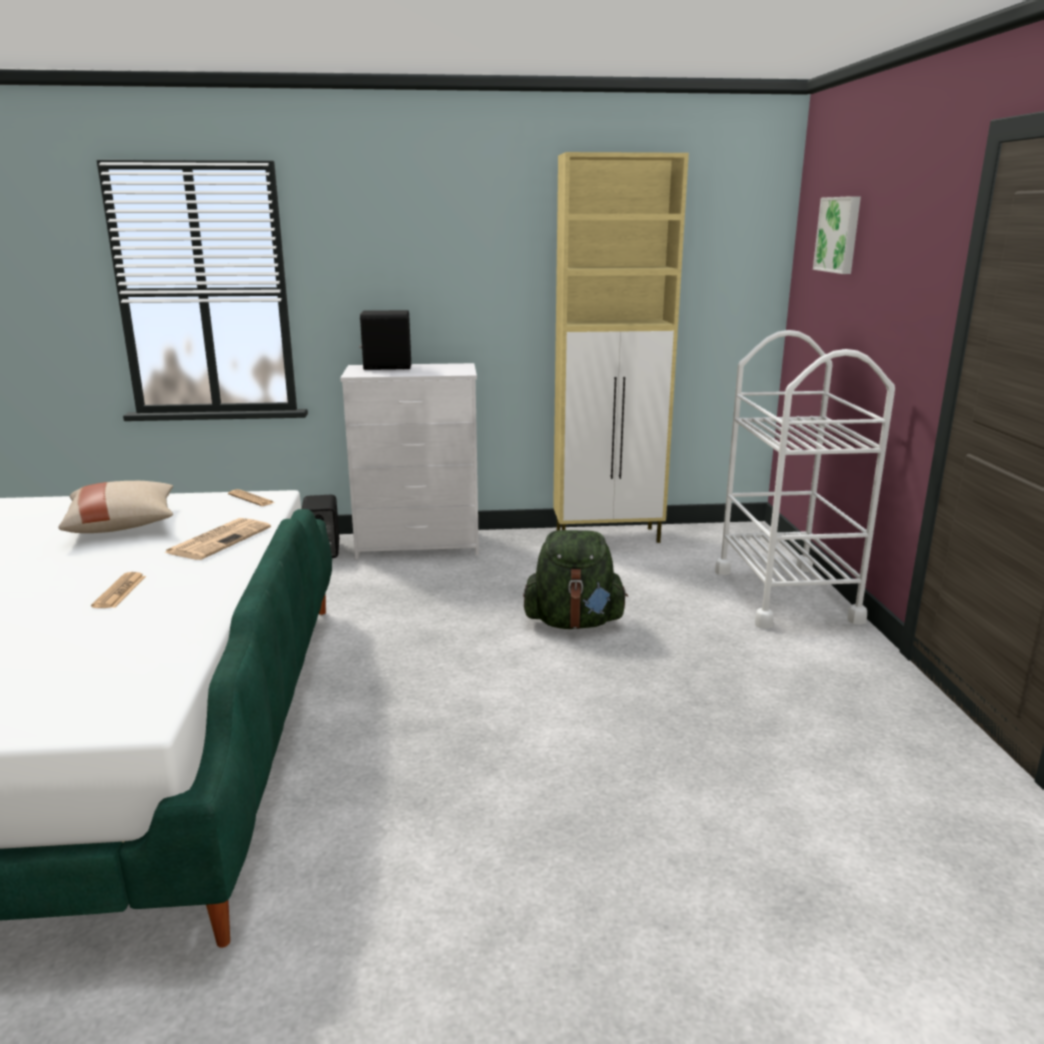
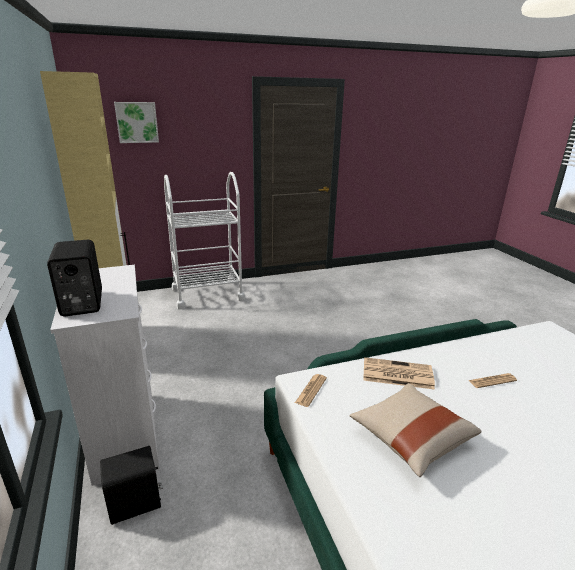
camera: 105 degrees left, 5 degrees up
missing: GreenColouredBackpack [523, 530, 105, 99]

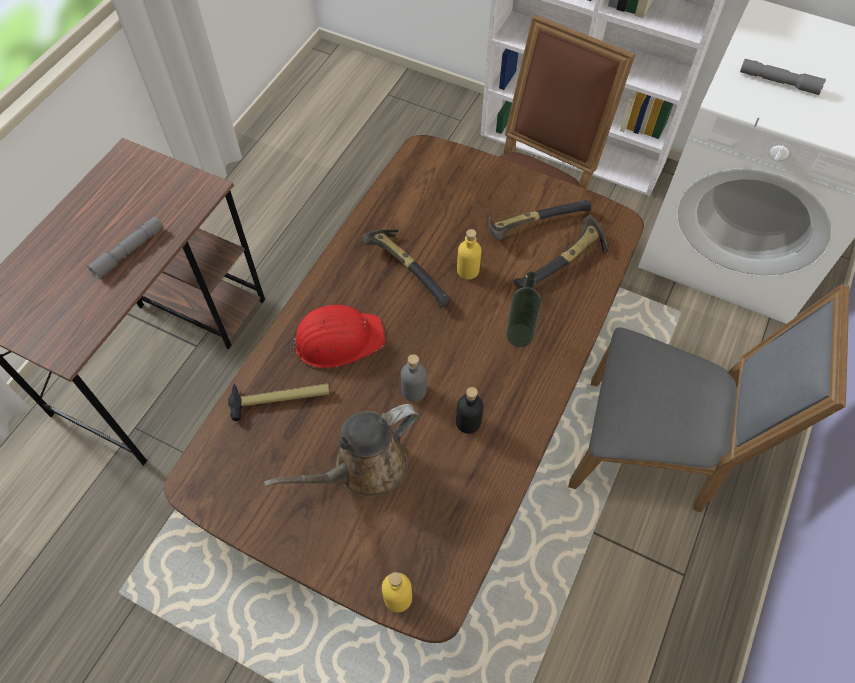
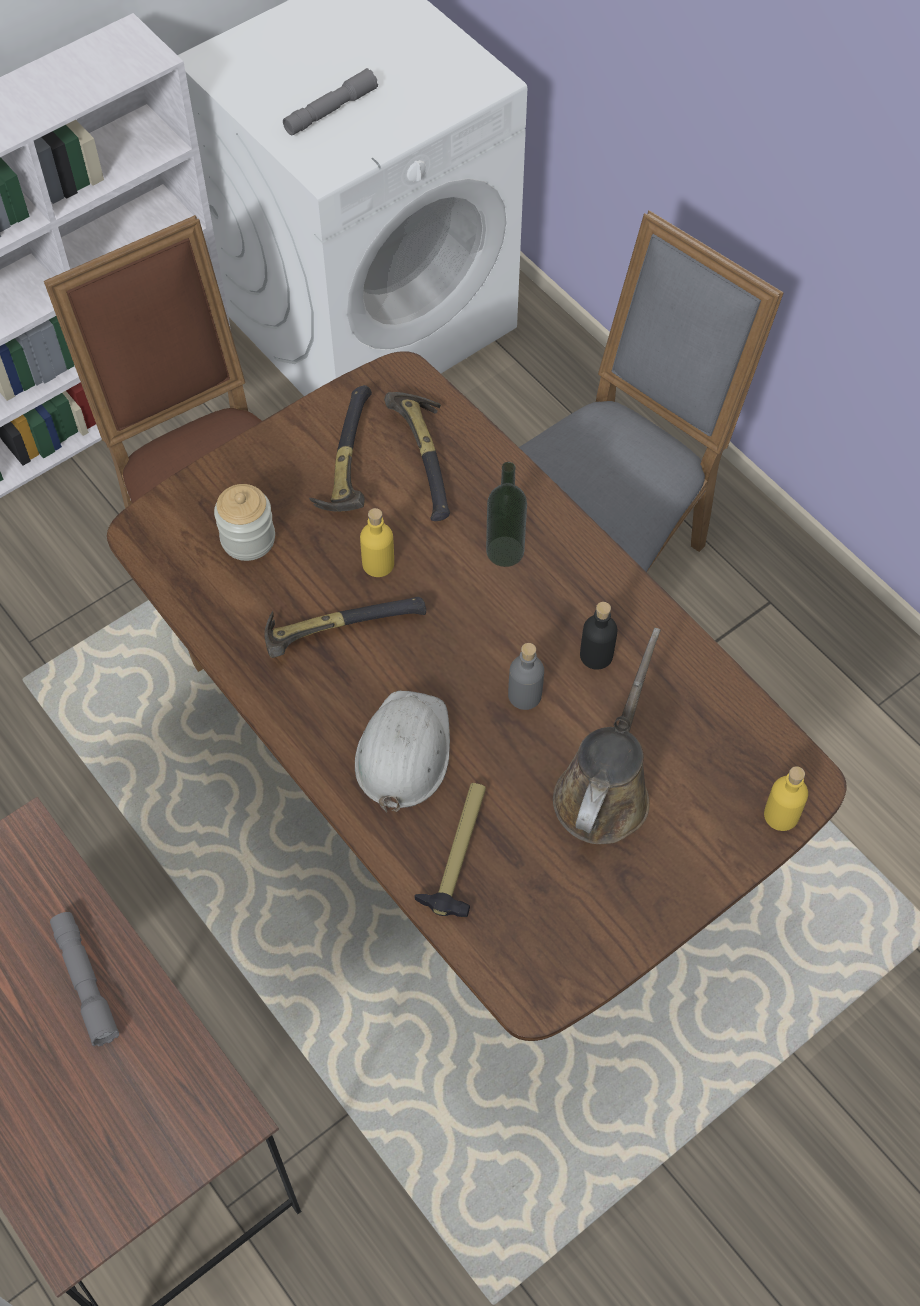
camera: 65 degrees left, 0 degrees up
appeared: StorageJar [214, 484, 61, 77]
colour: RedColouredWorkHelmet [288, 305, 97, 63] to WhiteColouredWorkHelmet [354, 691, 96, 122]
spun: BrownColouredWateringPot [263, 404, 155, 93] = [553, 628, 108, 216] 150 degrees counterclockwise

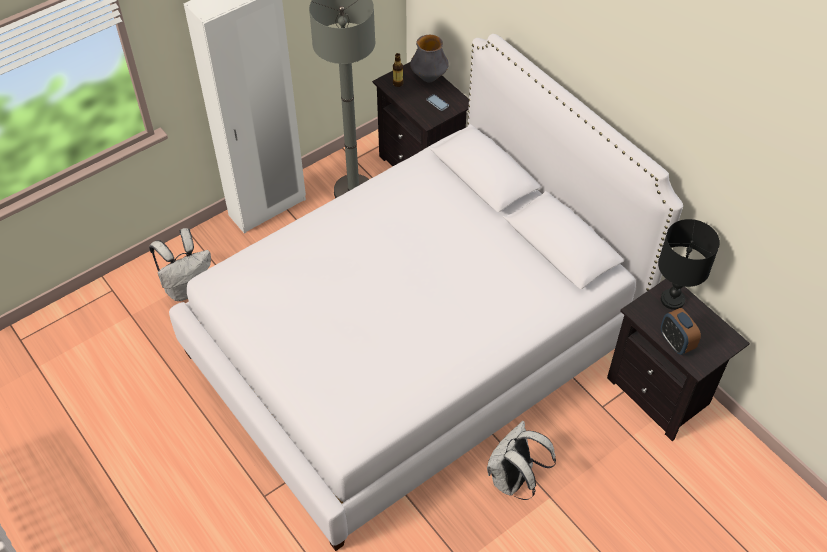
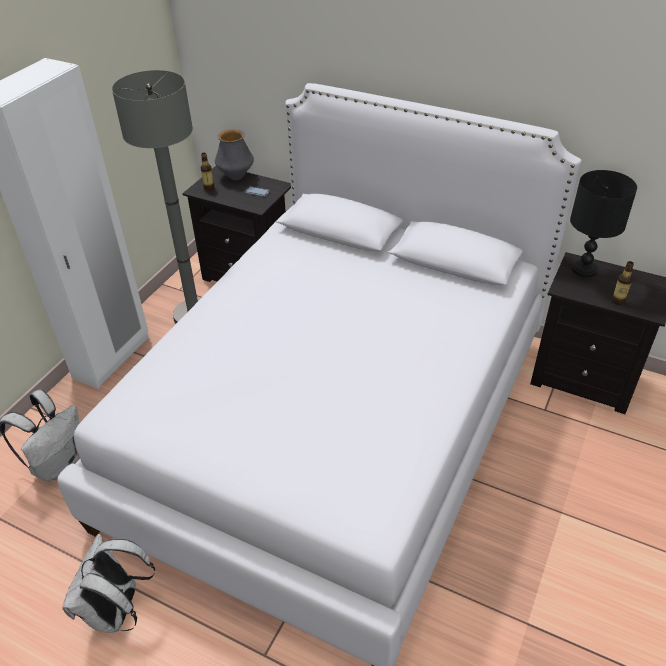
camera: 25 degrees left, 10 degrees down
relocated: WhiteColouredBackpack [487, 421, 69, 79] to [62, 534, 93, 99]
exchanged: BedsideClock [661, 308, 40, 47] to DrinkBottle [611, 261, 23, 44]

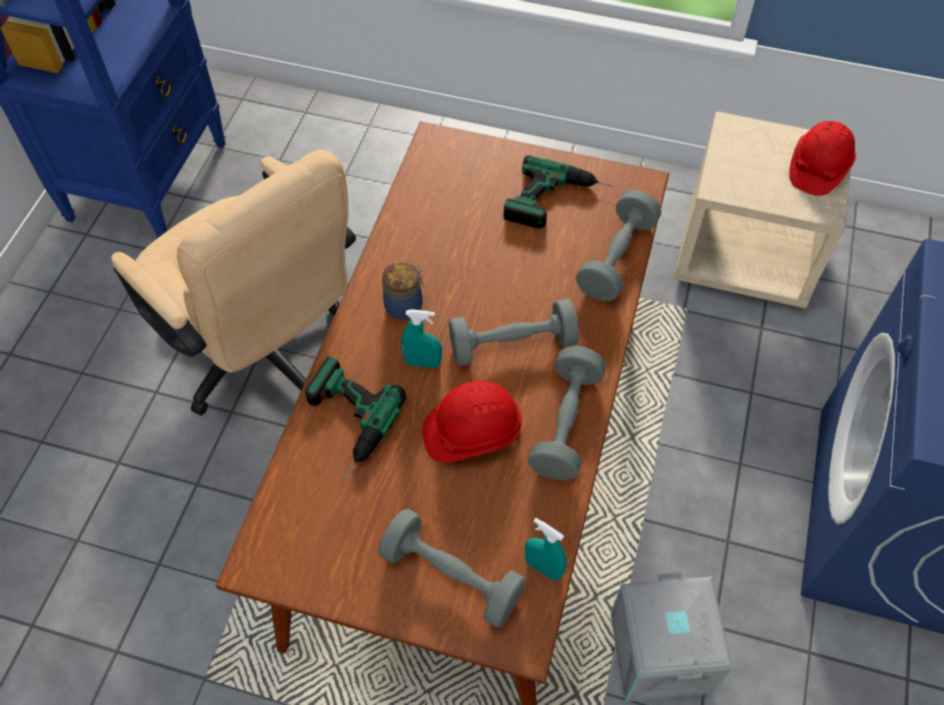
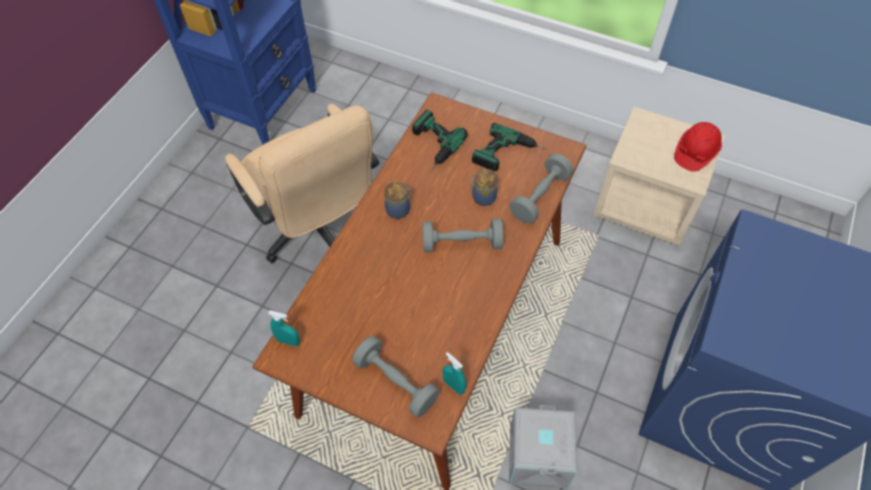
camera: 10 degrees right, 0 degrees up
missing: RedColouredWorkHelmet [423, 381, 99, 82]; GreyFreeWeight [528, 346, 78, 134]
appeared: StorageJar [470, 169, 28, 37]
relocated: Drill [305, 357, 101, 122] to [412, 110, 56, 61]; TurquoiseColouredHandSprayer [401, 309, 41, 59] to [268, 311, 32, 36]

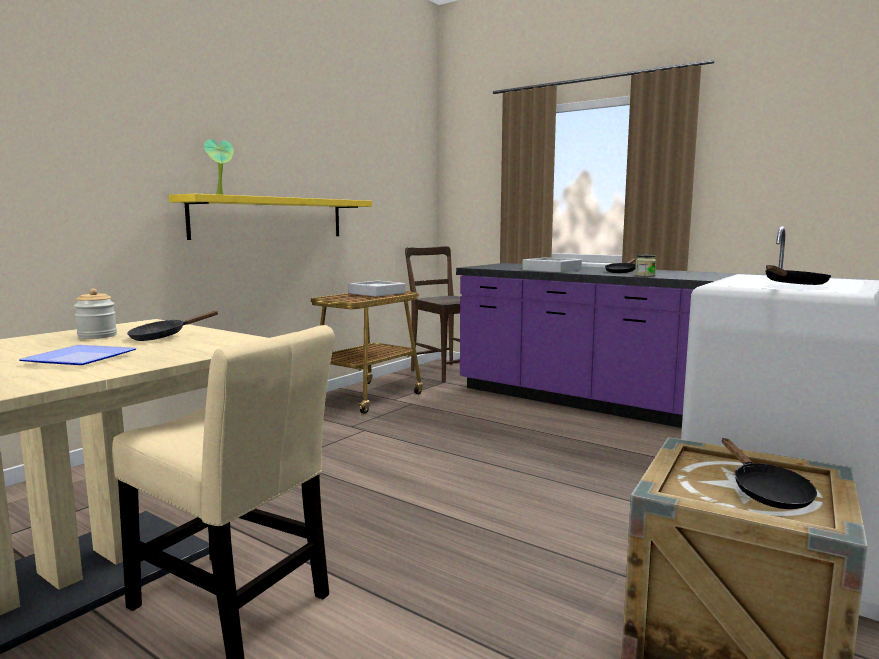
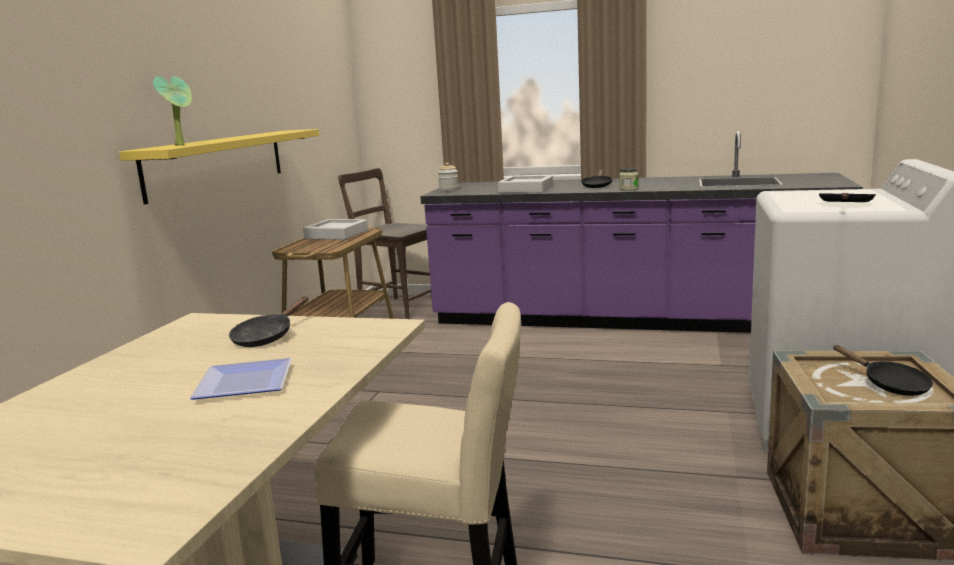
camera: 20 degrees left, 5 degrees up
relocated: StorageJar [74, 288, 43, 51] to [438, 162, 21, 29]

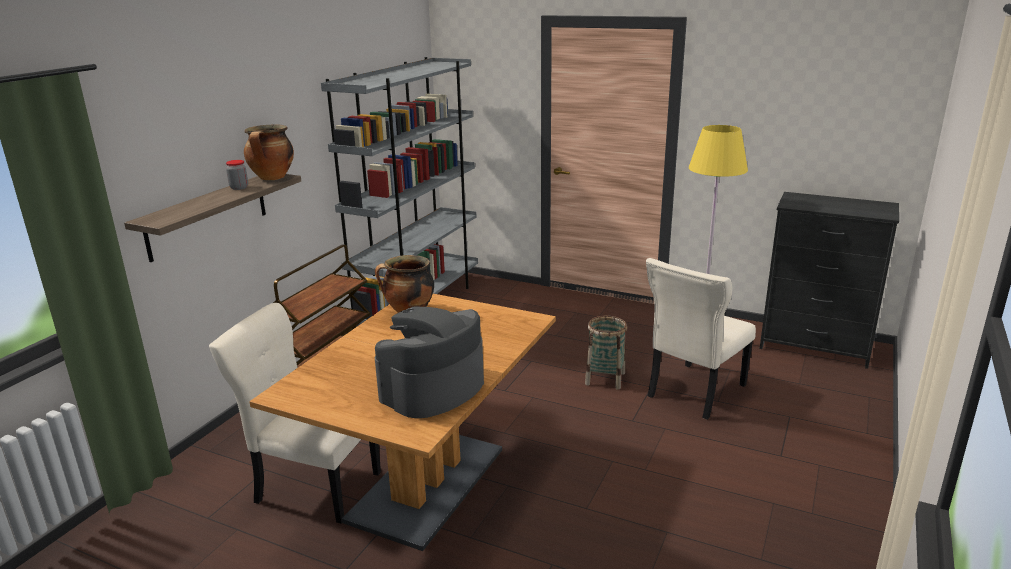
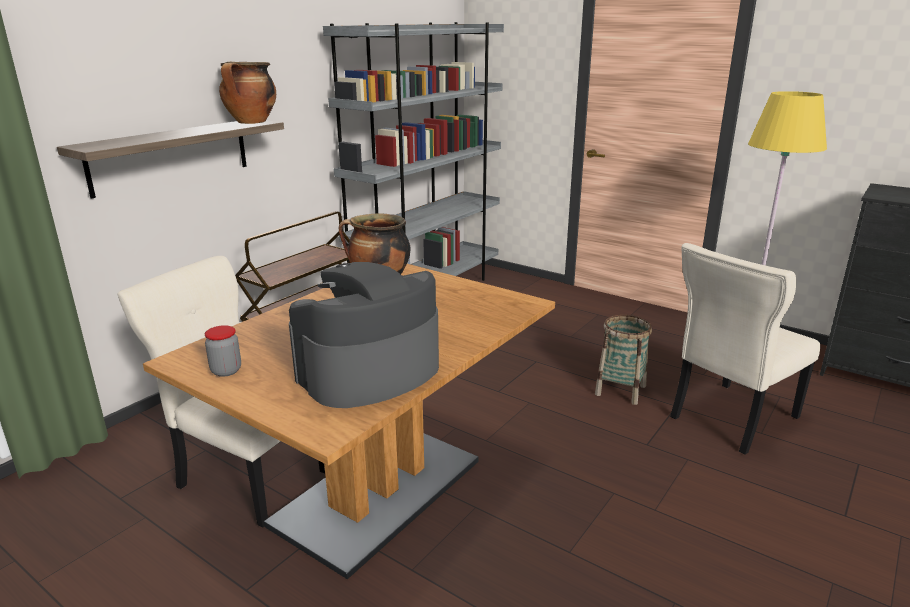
camera: 10 degrees right, 0 degrees up
relocated: StorageJar [226, 160, 22, 30] to [205, 325, 36, 52]

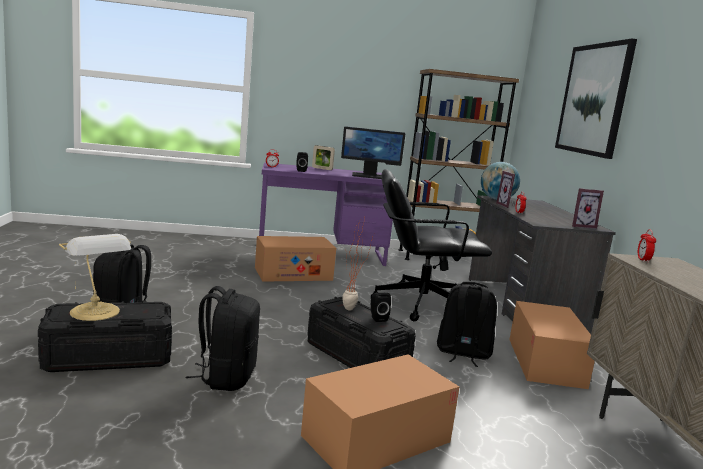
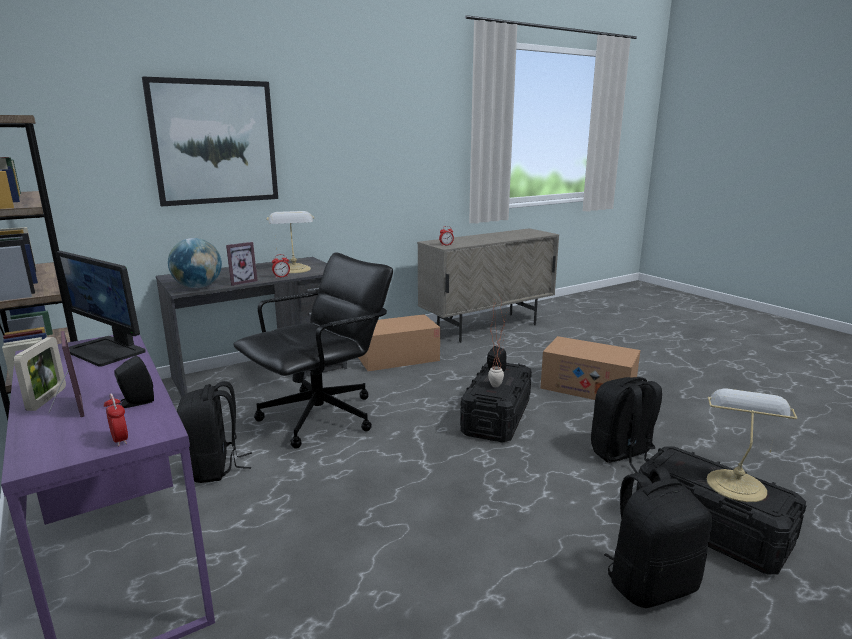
camera: 115 degrees left, 5 degrees up
missing: CardboardBox [255, 236, 81, 46]
appeared: TabletopLamp [266, 211, 48, 62]
relocated: BlackColouredBackpack [437, 281, 60, 86] to [177, 381, 75, 102]; PhotoFrame [572, 188, 32, 41] to [49, 331, 35, 86]
spun: ComputerScreen [341, 126, 64, 53] = [55, 251, 91, 116] 150 degrees clockwise; BlackColouredOfficeChair [371, 169, 121, 152] = [233, 253, 160, 196] 105 degrees counterclockwise

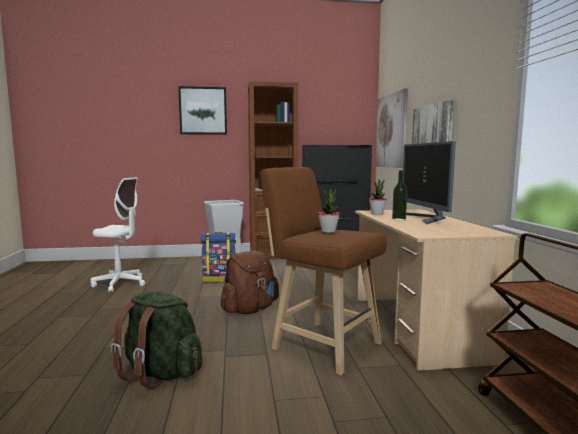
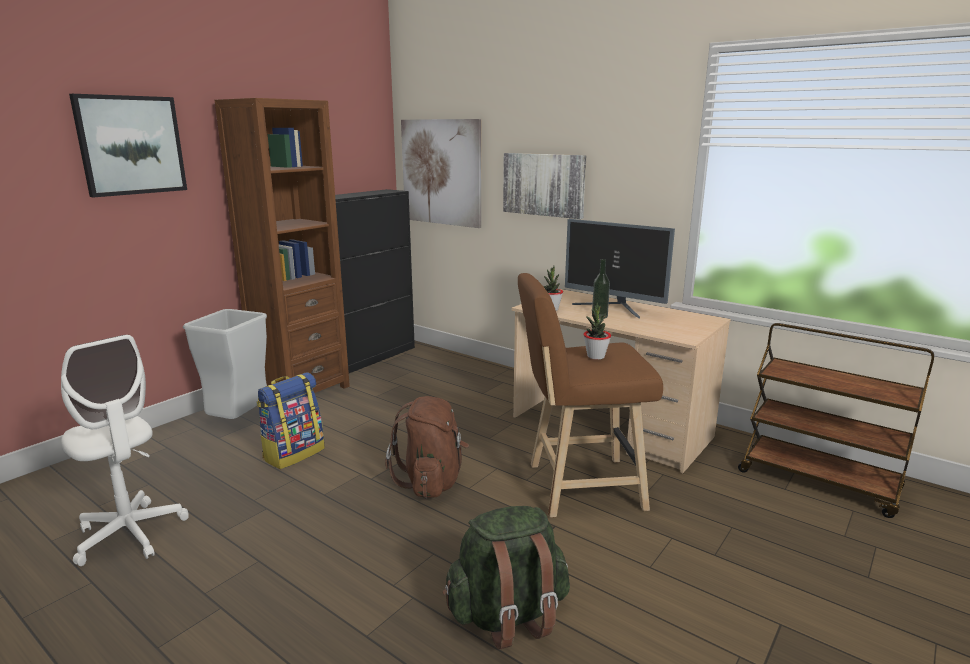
camera: 45 degrees left, 10 degrees up
spun: WhiteColouredOfficeChair [91, 177, 54, 115] = [61, 335, 128, 231] 75 degrees clockwise

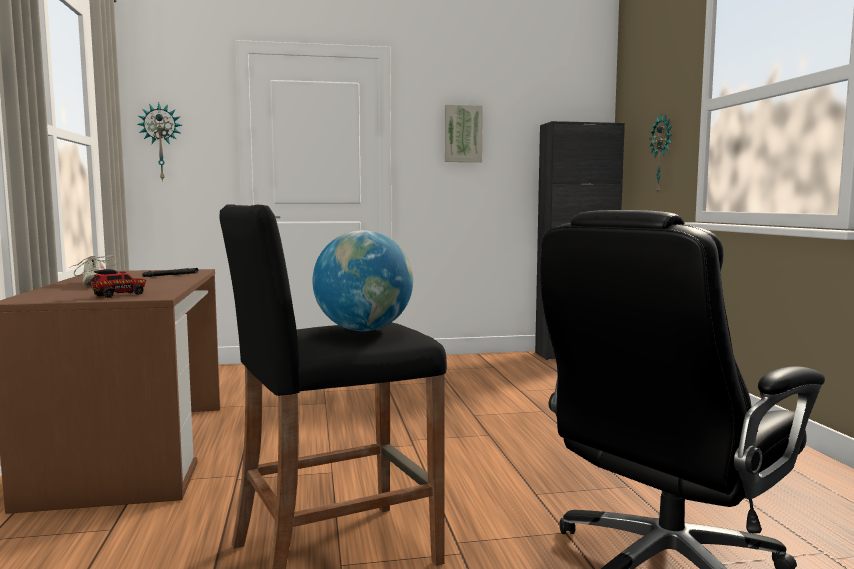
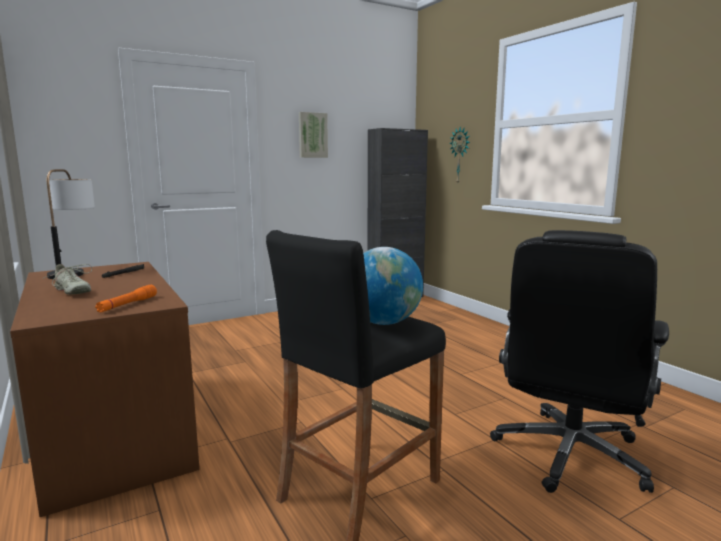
camera: 20 degrees left, 5 degrees up
missing: WallClock [137, 103, 45, 79]
appeared: TabletopLamp [47, 169, 48, 110]
exchanged: ModelTruck [91, 269, 55, 29] to OrangeColouredHandTorch [95, 285, 62, 28]

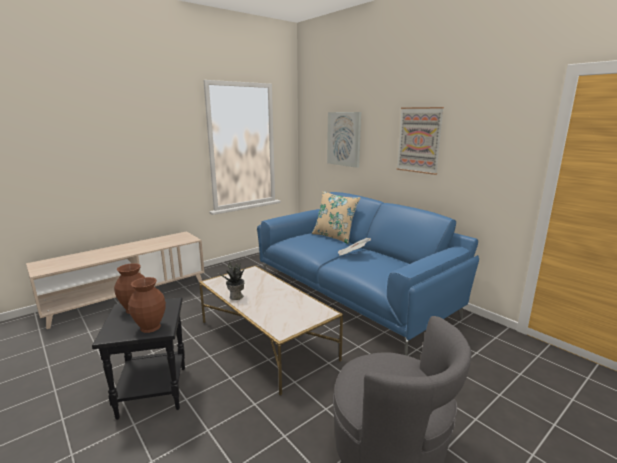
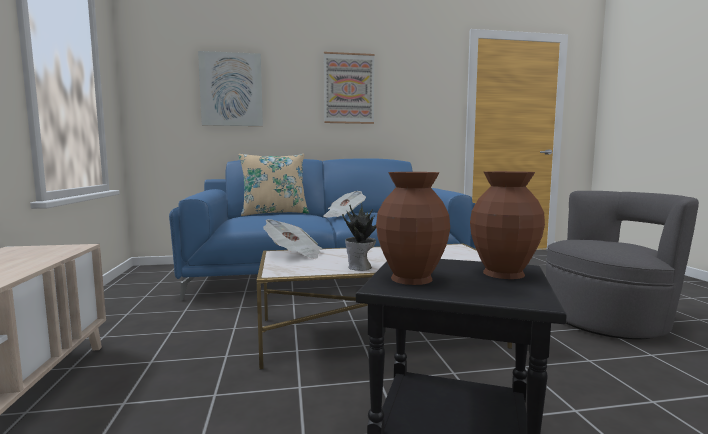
camera: 60 degrees left, 10 degrees down
appeared: DailyPaper [263, 219, 59, 40]

